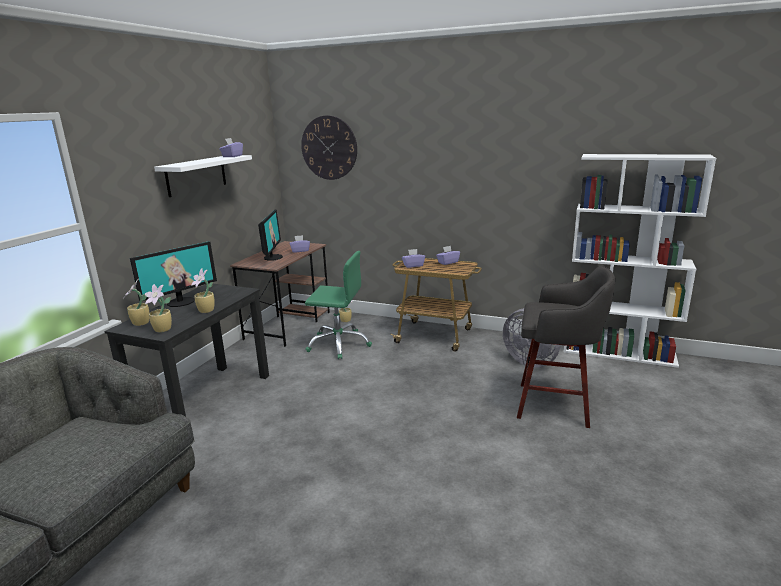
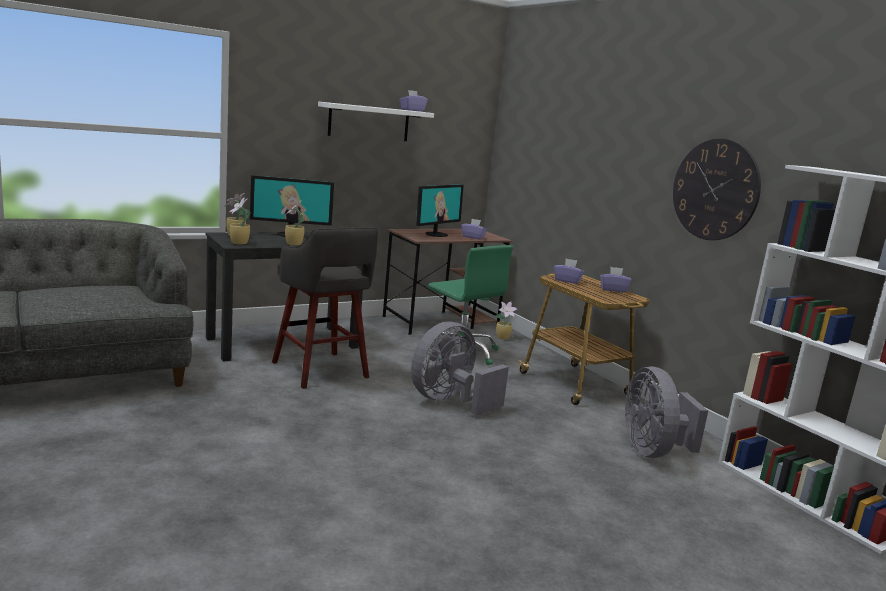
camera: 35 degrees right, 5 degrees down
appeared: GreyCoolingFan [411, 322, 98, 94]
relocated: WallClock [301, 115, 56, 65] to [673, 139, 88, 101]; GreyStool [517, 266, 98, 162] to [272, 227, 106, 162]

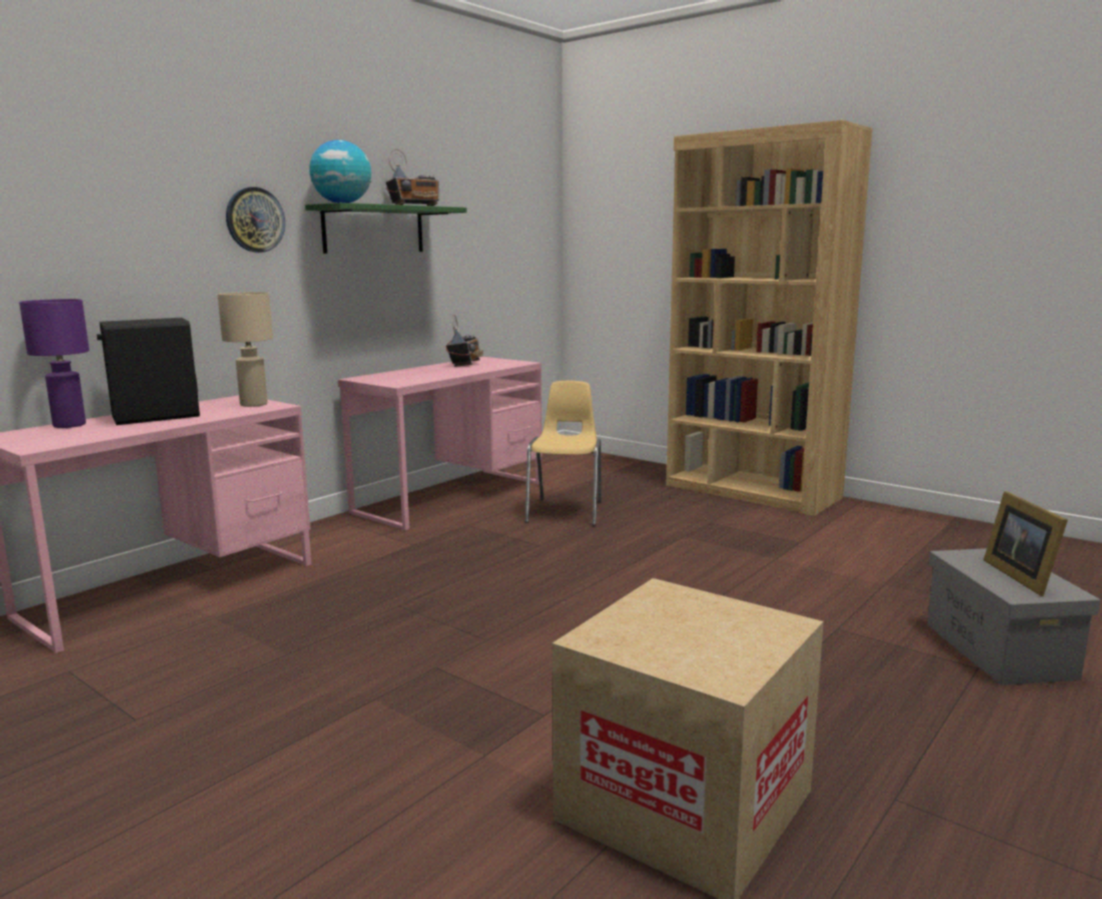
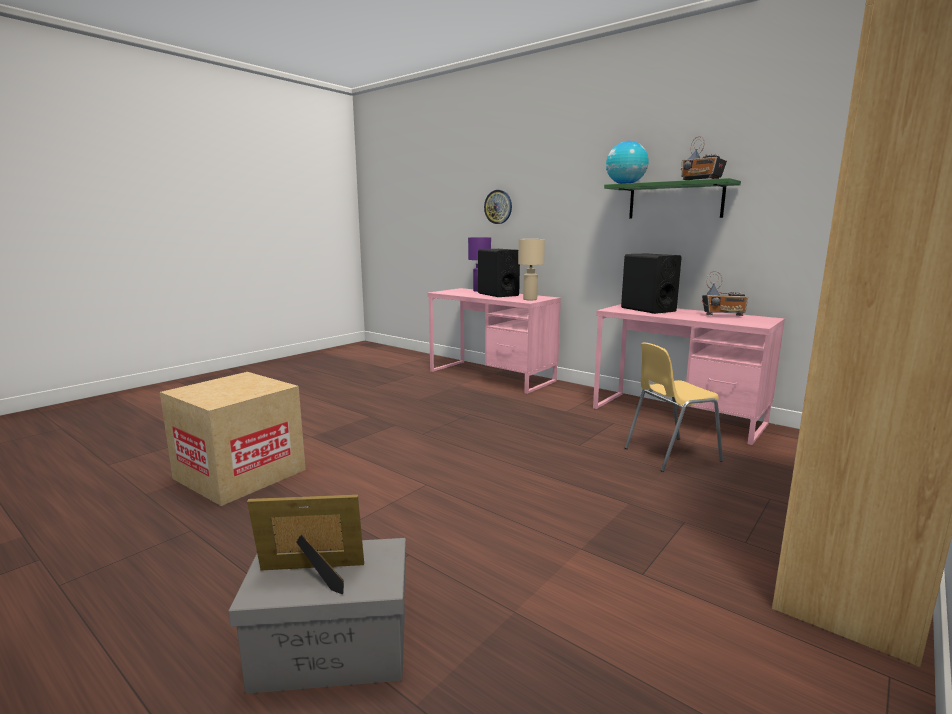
camera: 90 degrees right, 0 degrees up
appeared: BlackColouredSpeaker [621, 253, 61, 61]
relocated: WallClock [226, 187, 59, 65] to [484, 190, 28, 34]
spun: YellowColouredChair [525, 381, 76, 145] = [625, 342, 98, 130] 150 degrees clockwise

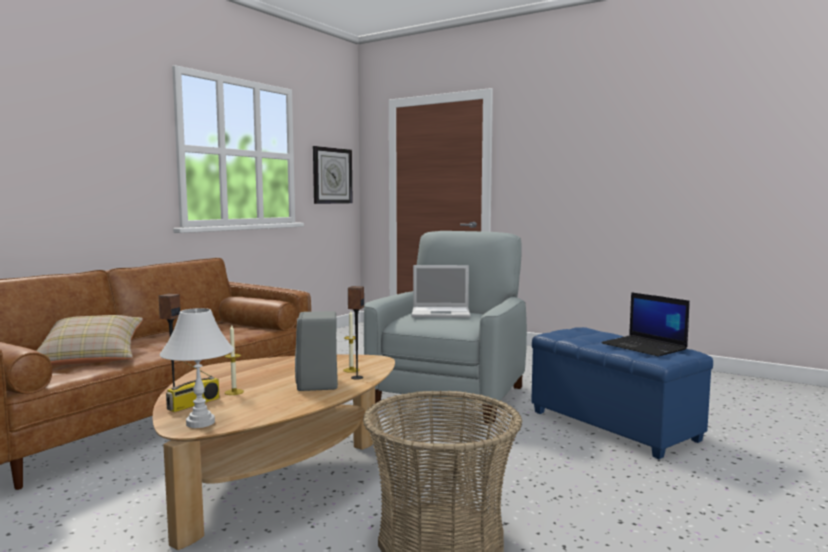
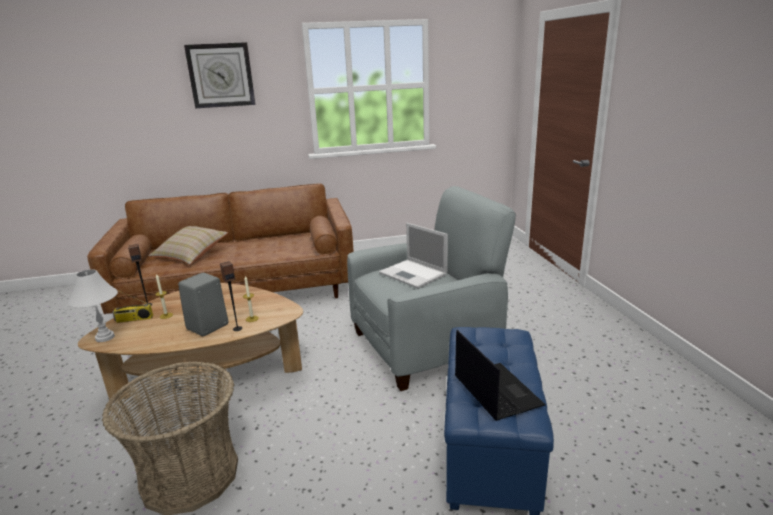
camera: 45 degrees right, 15 degrees up
relocated: WallClock [313, 146, 40, 58] to [184, 42, 71, 66]
spun: NotebookComputer [601, 292, 89, 65] = [455, 330, 91, 91] 150 degrees clockwise

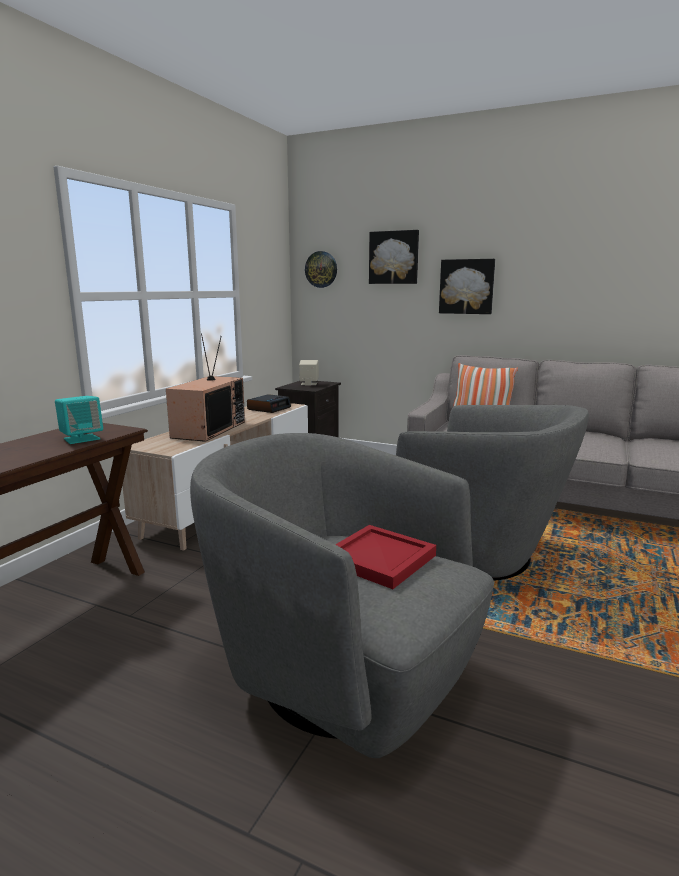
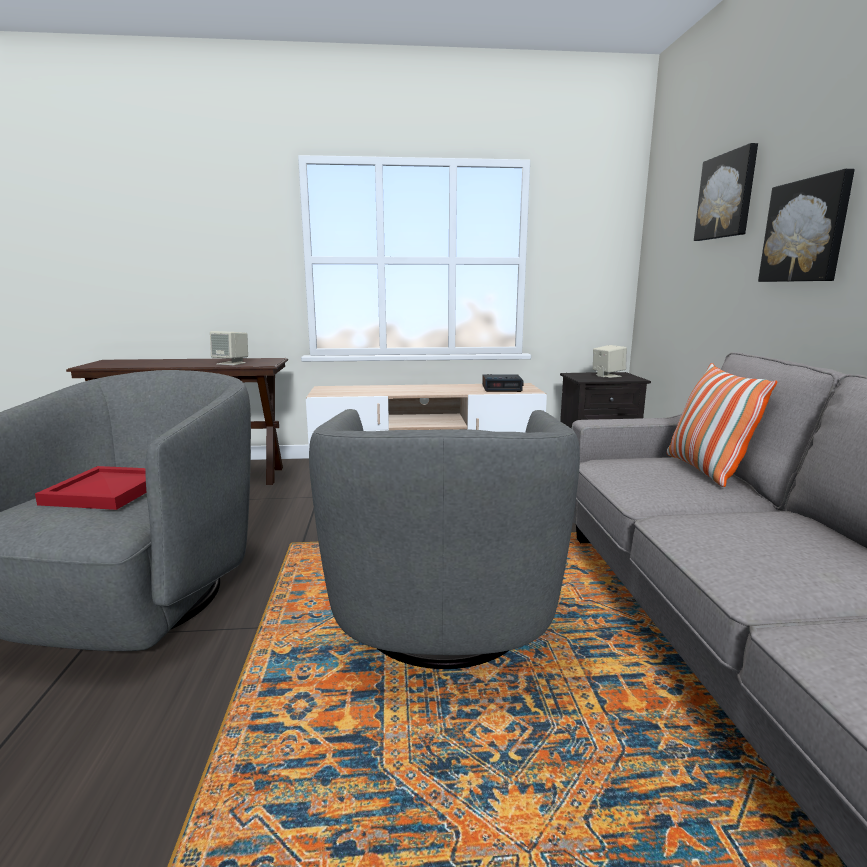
camera: 60 degrees right, 0 degrees up
missing: Television [166, 333, 79, 109]; WallClock [305, 251, 32, 37]
colour: TurquoiseColouredSpeaker [55, 396, 48, 48] to SandColouredSpeaker [210, 331, 38, 34]

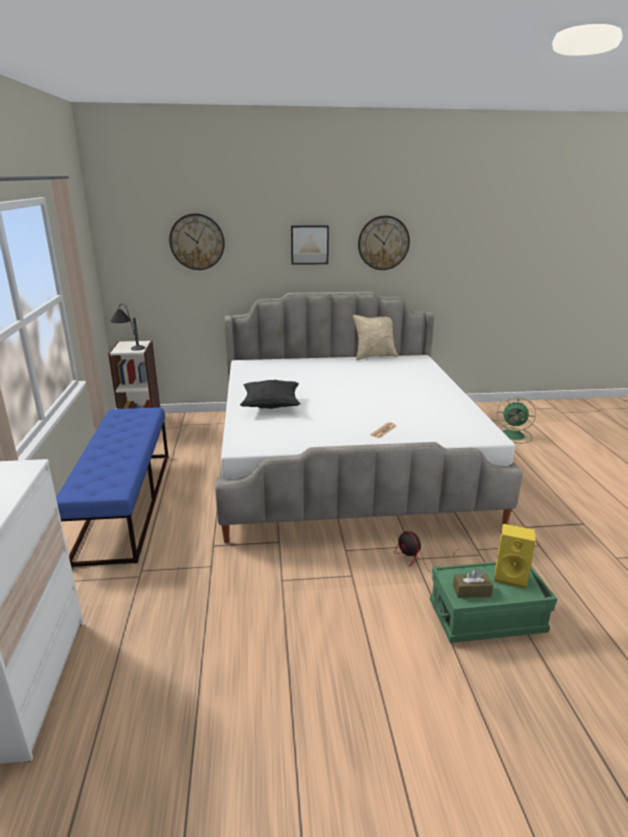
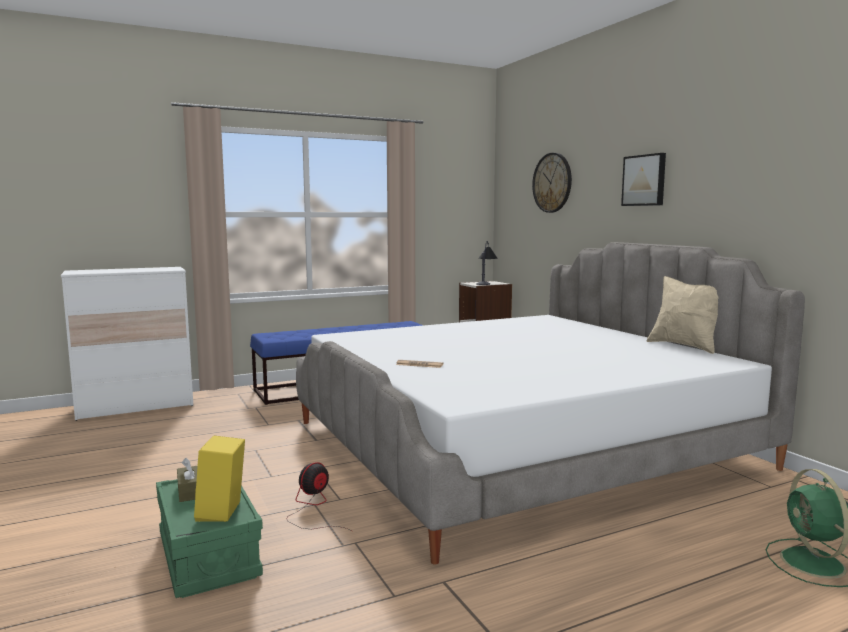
camera: 70 degrees right, 15 degrees down
missing: BlackColouredPillow [240, 380, 61, 29]; WallClock [358, 215, 52, 55]

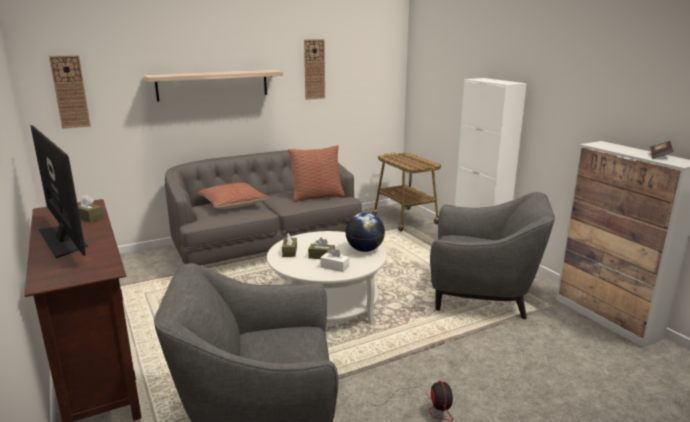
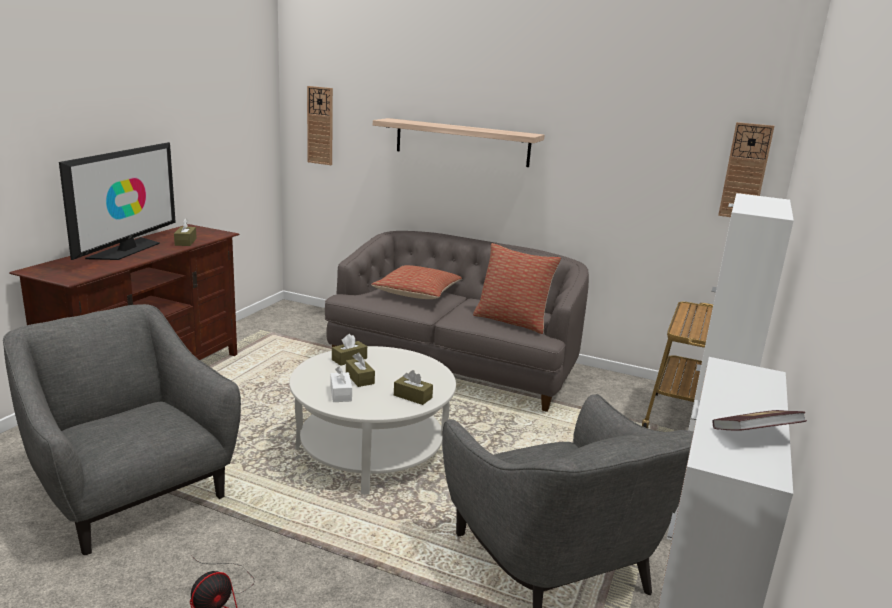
camera: 50 degrees right, 0 degrees up
relocated: WallClock [304, 39, 21, 61] to [718, 122, 57, 95]
exchanged: Globe [345, 212, 40, 40] to BrownColouredBoxOfTissues [394, 370, 39, 35]

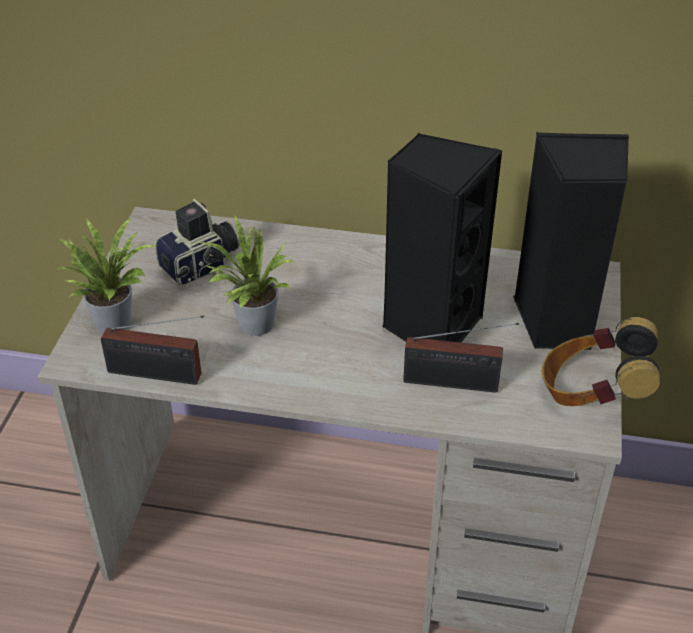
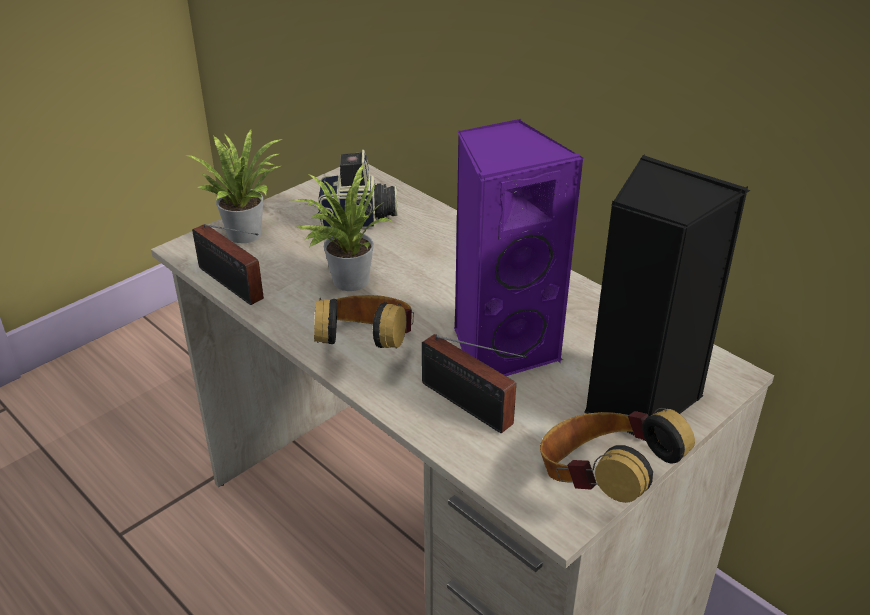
camera: 35 degrees right, 5 degrees down
appeared: PairOfHeadphones [314, 295, 100, 54]
colour: BlackColouredSpeaker [382, 132, 120, 211] to PurpleColouredSpeaker [454, 119, 130, 257]

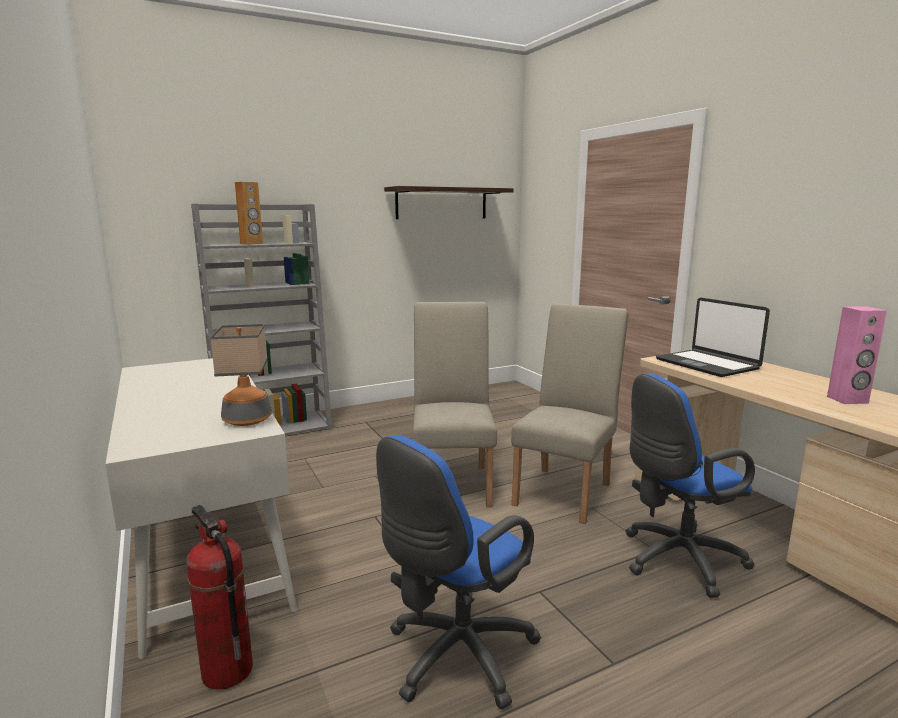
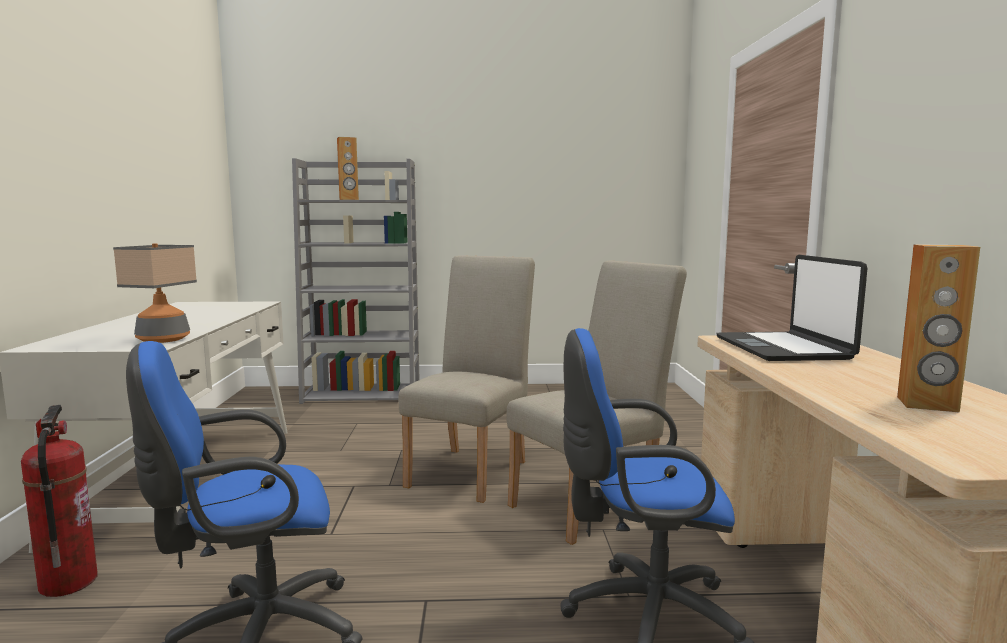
camera: 25 degrees right, 5 degrees down
missing: Shelf [384, 186, 130, 33]
colour: PinkSpeaker [827, 306, 60, 98] to BrownColouredSpeaker [897, 244, 83, 169]

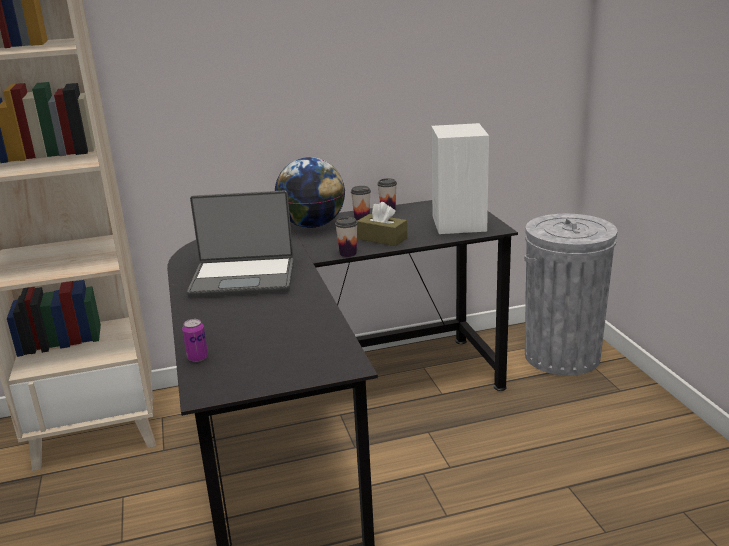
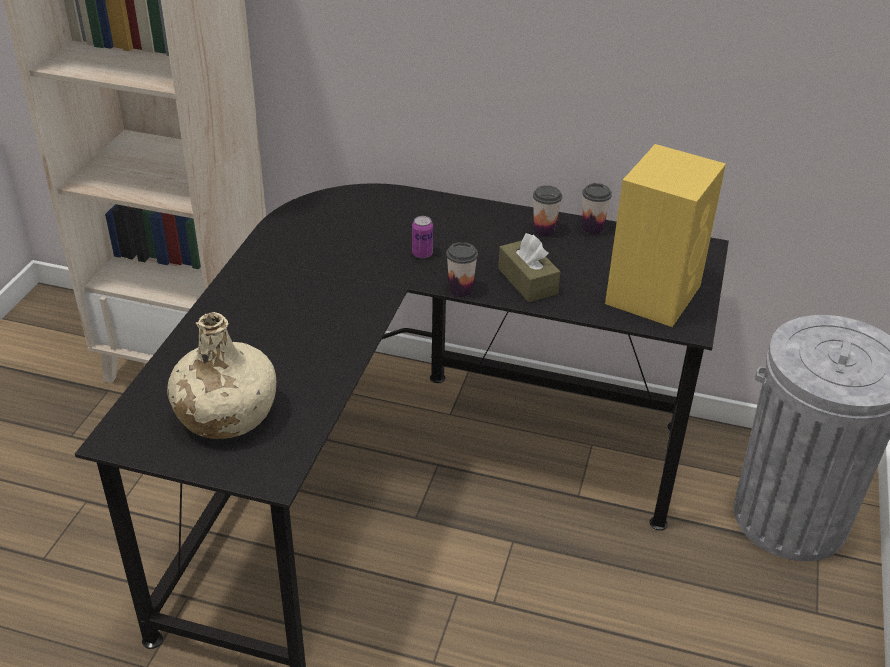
camera: 30 degrees right, 15 degrees up
missing: NotebookComputer [187, 190, 107, 107]; Globe [275, 157, 70, 71]
appeared: SandColouredDrinkBottle [167, 312, 109, 127]
relocated: SealedCan [182, 319, 26, 43] to [412, 216, 21, 42]
colour: WhiteColouredSpeaker [432, 123, 57, 111] to YellowColouredSpeaker [605, 144, 121, 183]

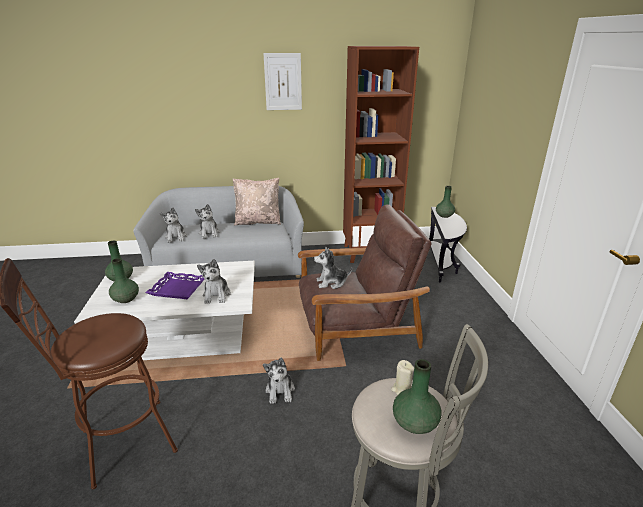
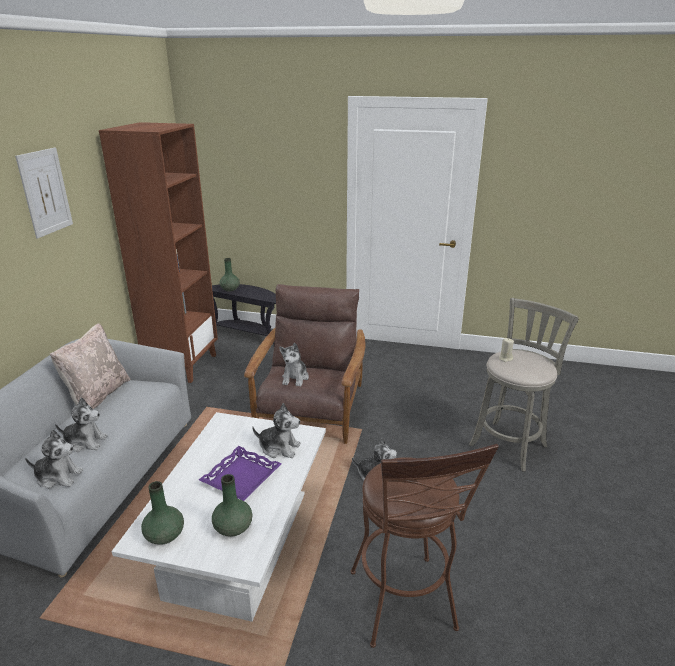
camera: 70 degrees left, 0 degrees up
missing: GreenColouredFlowerVase [393, 359, 49, 75]

